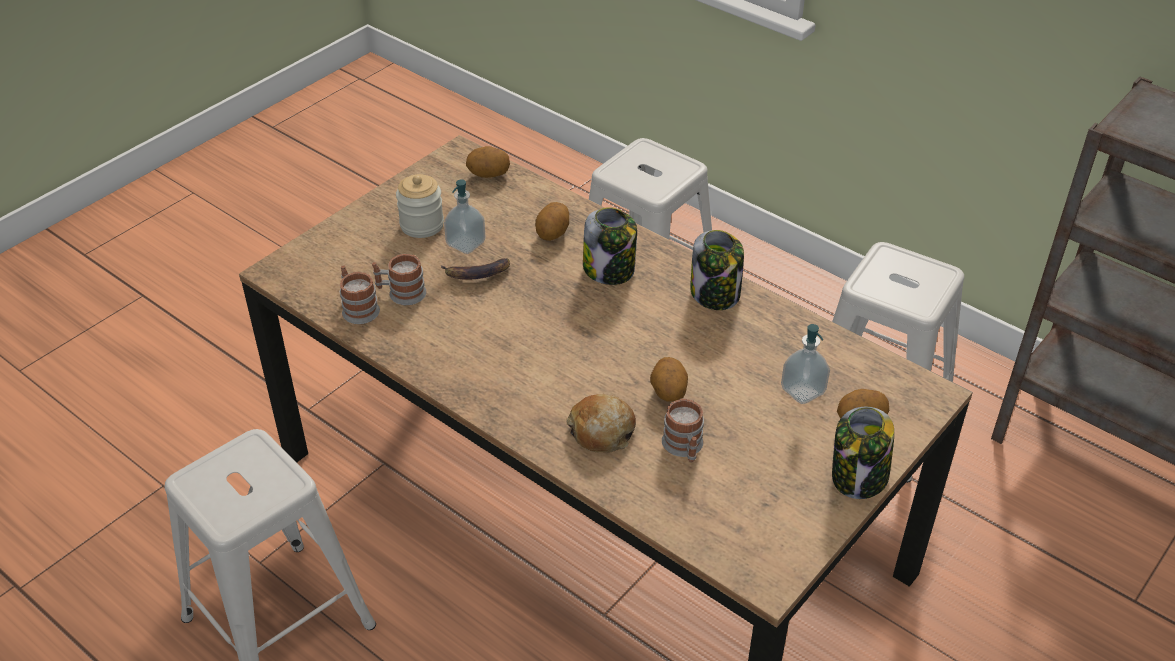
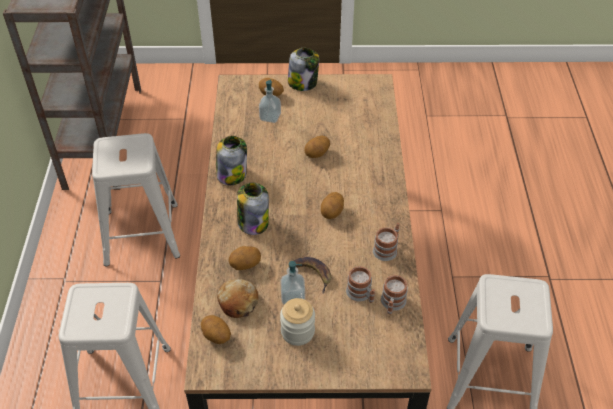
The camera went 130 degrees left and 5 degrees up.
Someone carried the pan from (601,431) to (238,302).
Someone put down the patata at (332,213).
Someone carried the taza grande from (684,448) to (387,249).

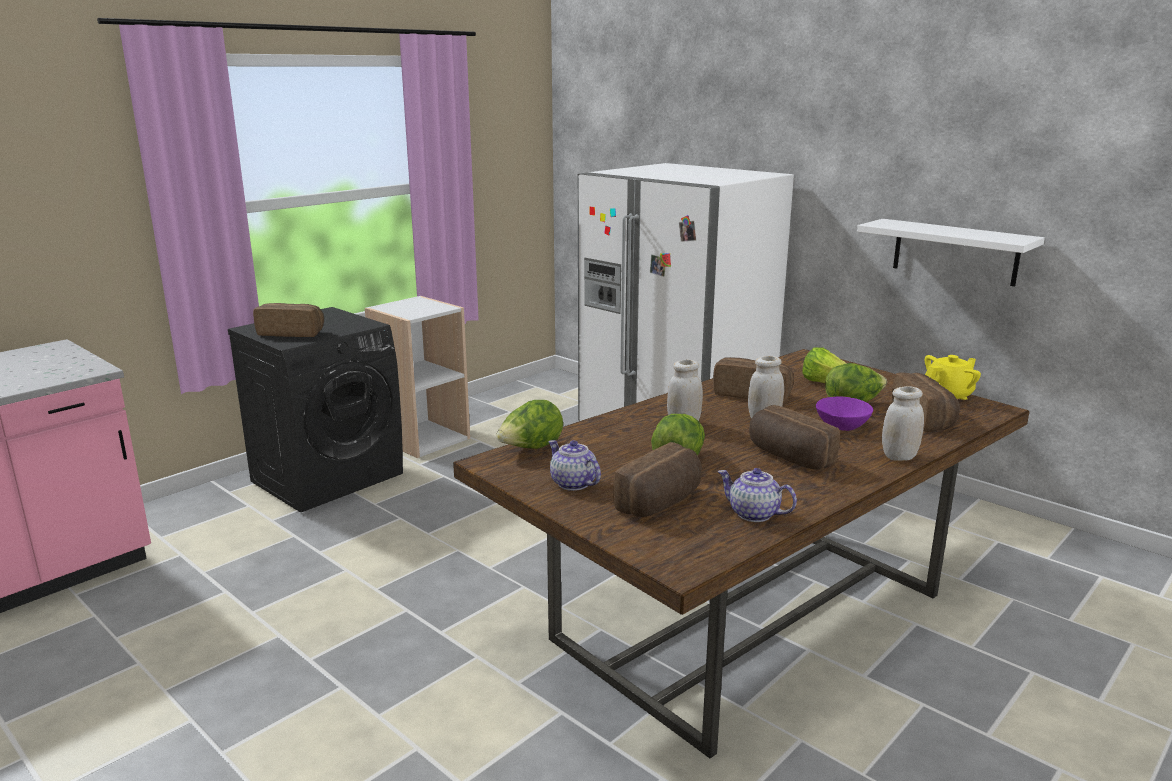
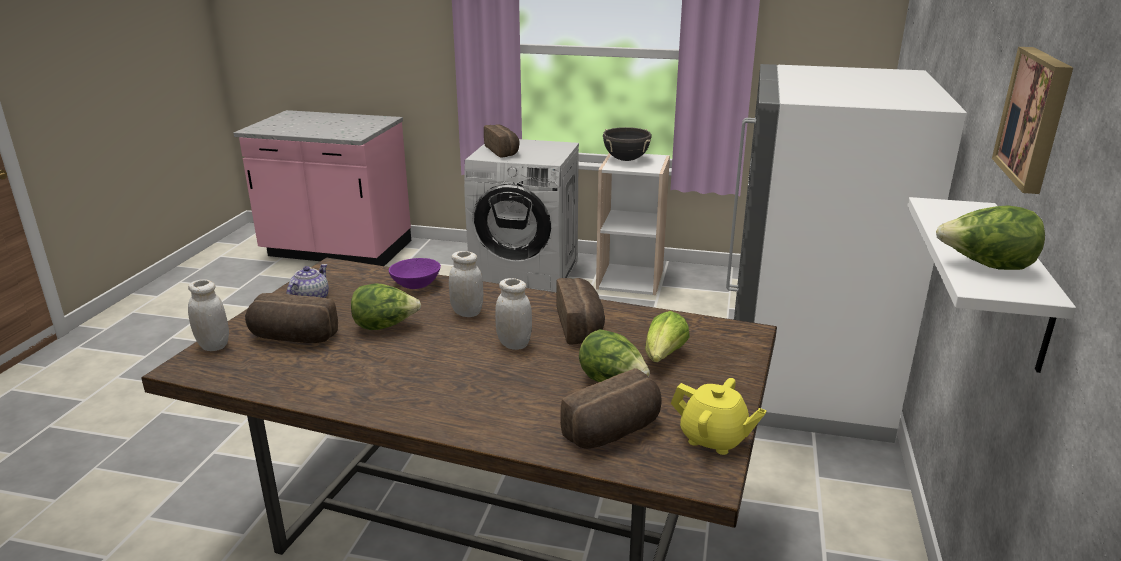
The camera went 60 degrees right and 5 degrees up.
Someone carried the tarro (blanco) from (899,456) to (213,345).
Someone carried the cuenco (morado) from (843,425) to (416,284).
Someone repainted the lavadora (negro) at (328,480), which became the lavadora (blanco) at (526,275).
Someone put down the olla (negro) at (626,159).
Someone carried the lechuga from (530,449) to (985,266).
Someone put up the cuadro at (1036,118).
Someone took away the tetera at (753,514).
Someone took away the pan at (788,457).

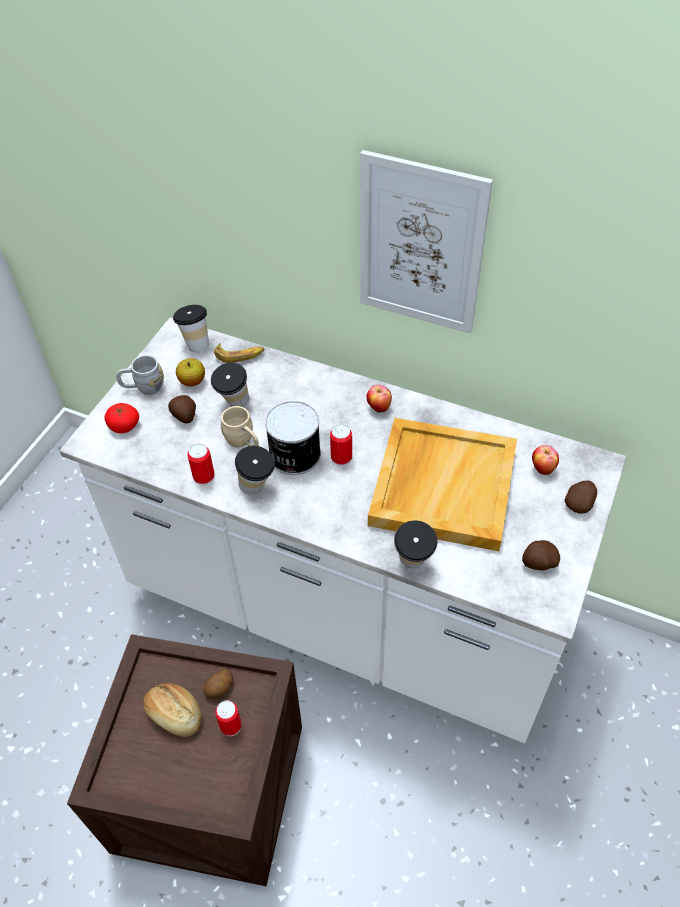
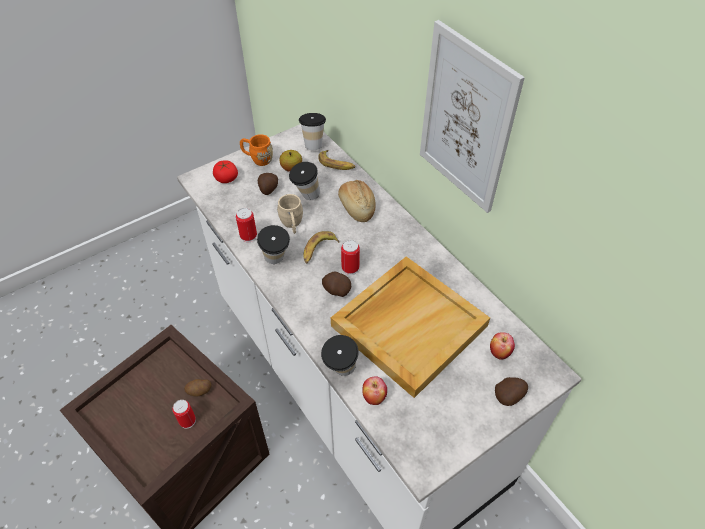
The camera went 30 degrees right and 0 degrees up.
Someone repainted the taza grande (gris) at (143,387), which became the taza grande (naranja) at (257,159).
Someone swapped the lata at (293,455) for the plátano at (318,250).
Someone carried the patata from (538,563) to (336,290).
Someone carried the pan from (174,714) to (357,207).
Someone carried the manzana from (378,408) to (374,397).

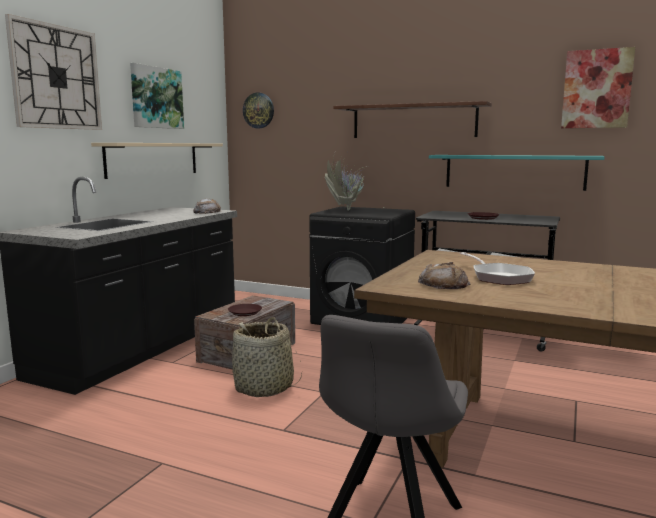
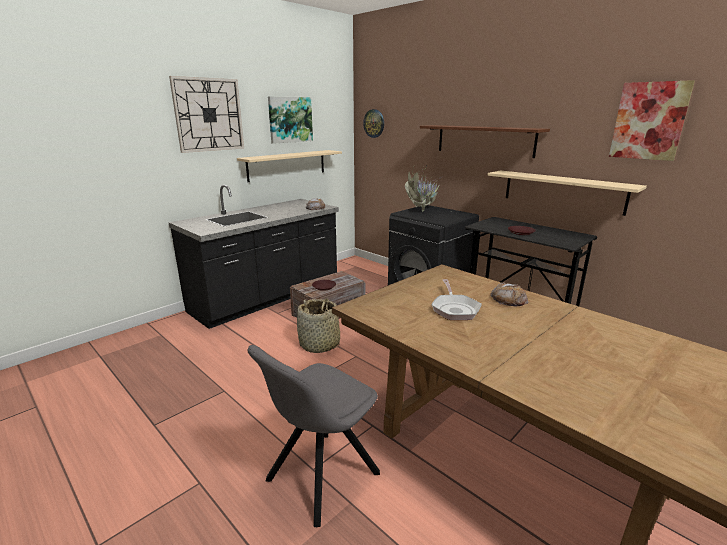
The camera went 20 degrees right and 10 degrees up.
Someone repainted the estante (turquesa) at (514,171), which became the estante (beis) at (562,191).
Someone carried the pan from (443,284) to (509,299).

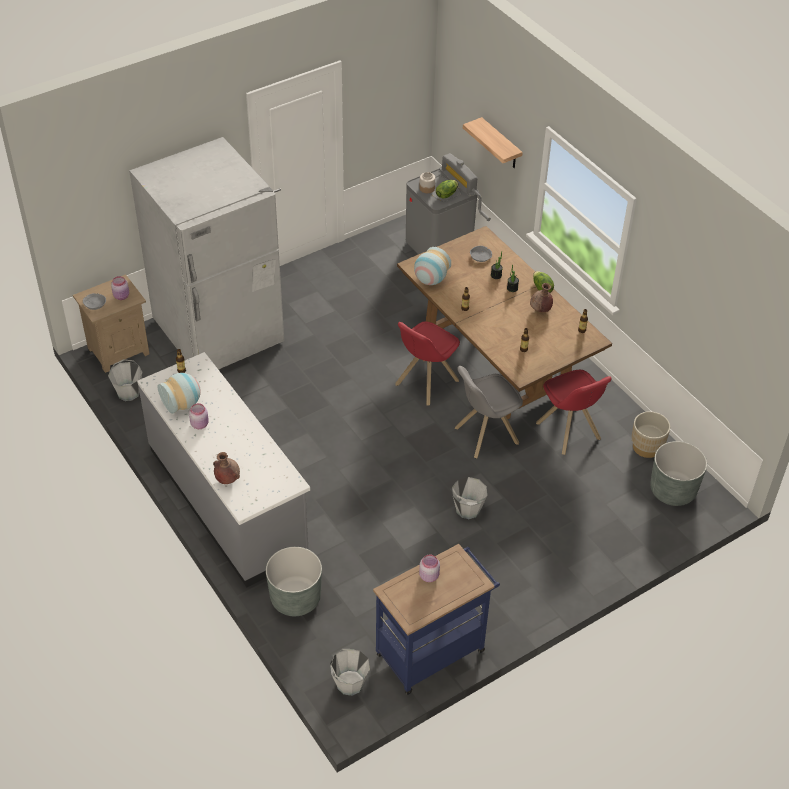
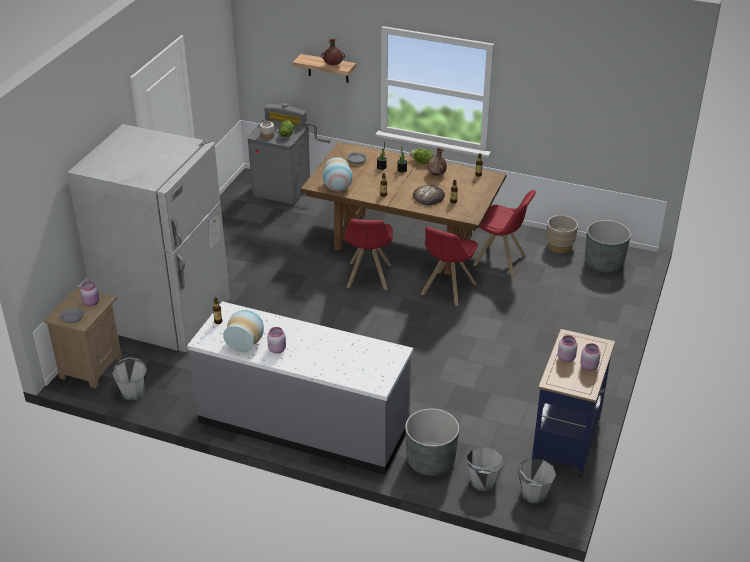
The camera went 35 degrees left and 10 degrees down.
Someone carried the florero (marrón) from (227,479) to (333,65).
Someone put down the pan at (429,197).
Someone repainted the silla (gris) at (485,435), which became the silla (rojo) at (447,289).
Someone carried the cubo (gris) from (467,509) to (483,481).
Someone put down the tarro (rosa) at (589,366).

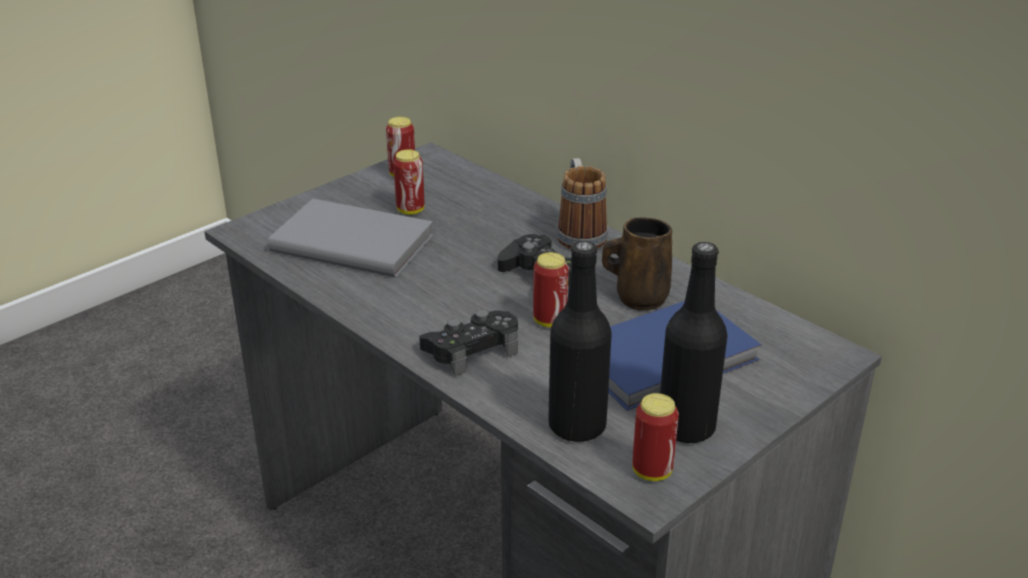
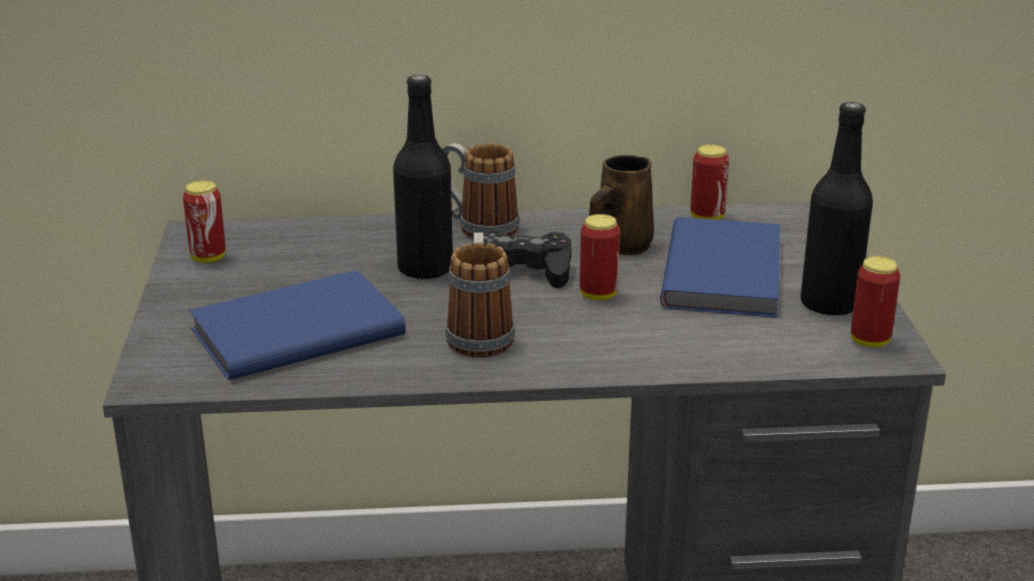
The camera went 50 degrees left and 5 degrees down.
Someone repainted the libro (gris) at (352,241), which became the libro (azul) at (293,331).
Someone carried the botella (negro) from (577,426) to (425,269).
Someone put down the taza grande at (480,334).
Someone carried the lata from (410,210) to (707,218).
Someone took away the mando de consola (negro) at (471,349).

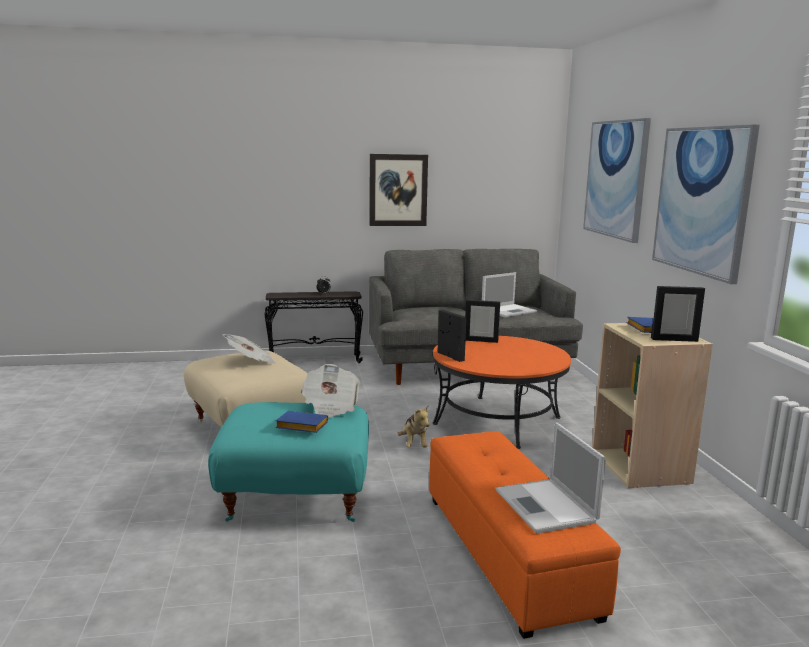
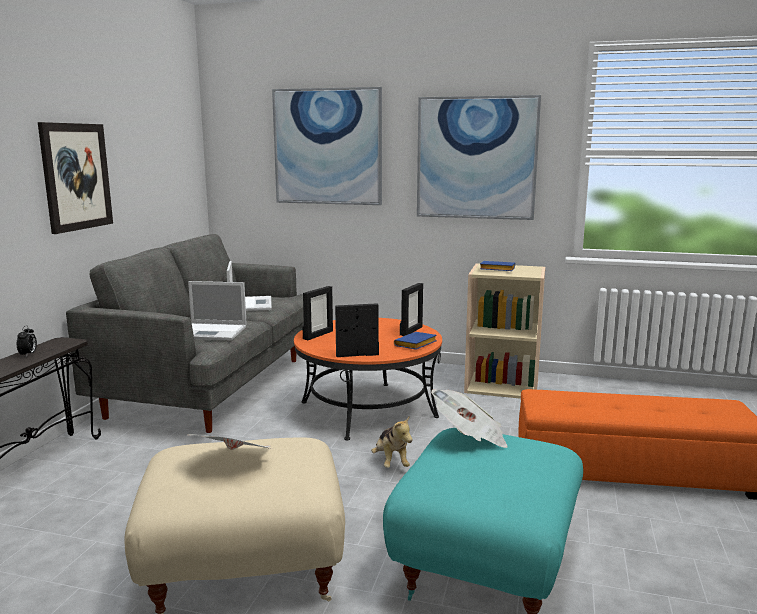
The camera went 65 degrees left and 0 degrees up.
Someone carried the portátil from (547,507) to (212,332).
Someone rotated the peluche at (413,444) by 60 degrees clockwise.
Someone carried the libro (azul) from (300,426) to (415,345).
Someone carried the portarretratos from (674,339) to (411,331).

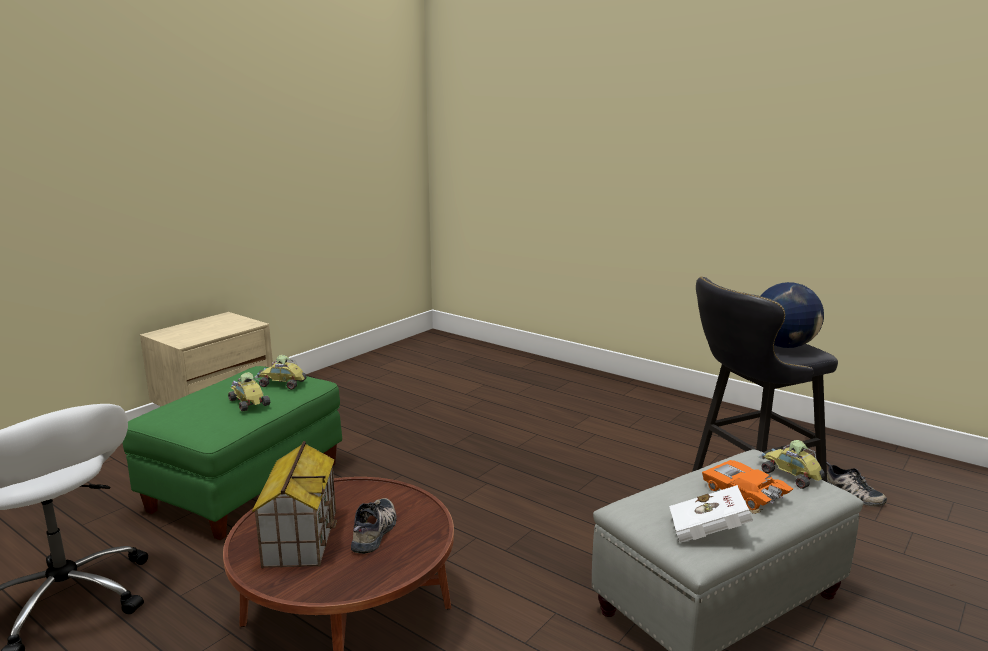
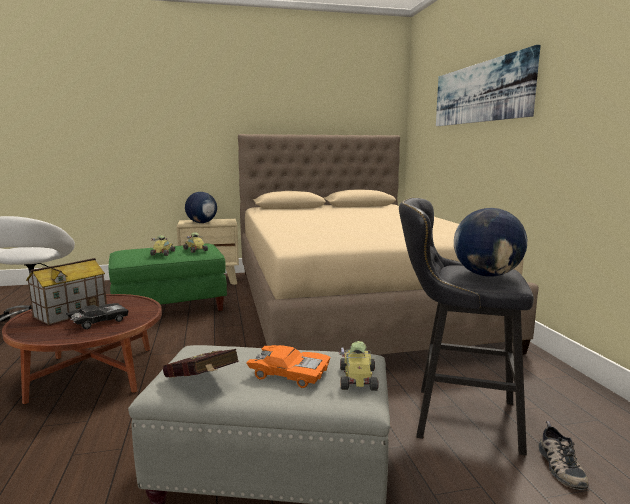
The camera went 40 degrees right and 5 degrees down.
Someone swapped the zapato at (375,532) for the coche de juguete (negro) at (98,321).
Someone repainted the libro (blanco) at (711,533), which became the libro (rojo) at (202,383).
Someone put down the globo terráqueo at (201,223).
Someone put down the cama (beis) at (351,304).
Someone rotated the coche de juguete (naranja) at (744,493) by 105 degrees clockwise.
Someone put up the cuadro at (480,93).

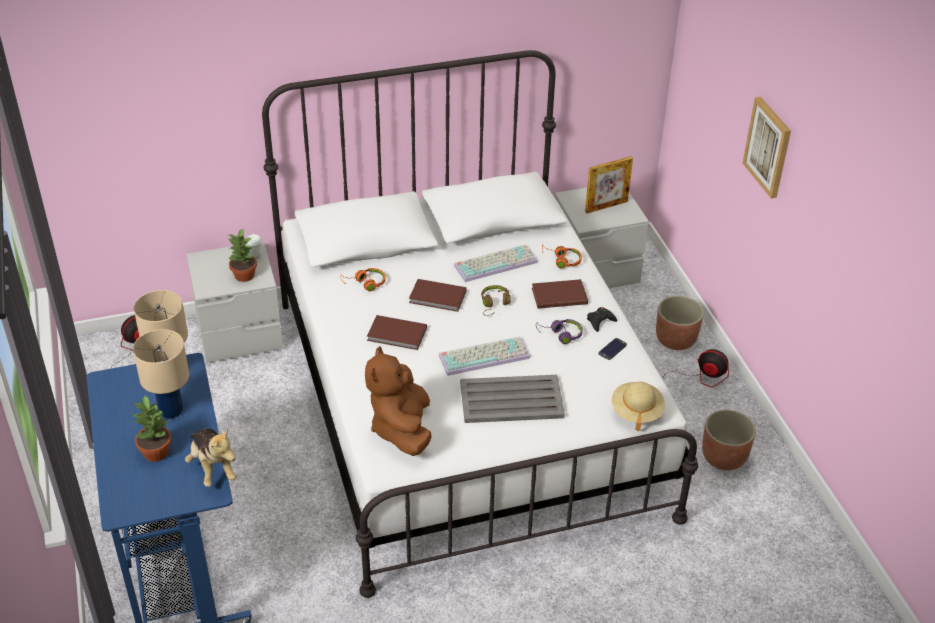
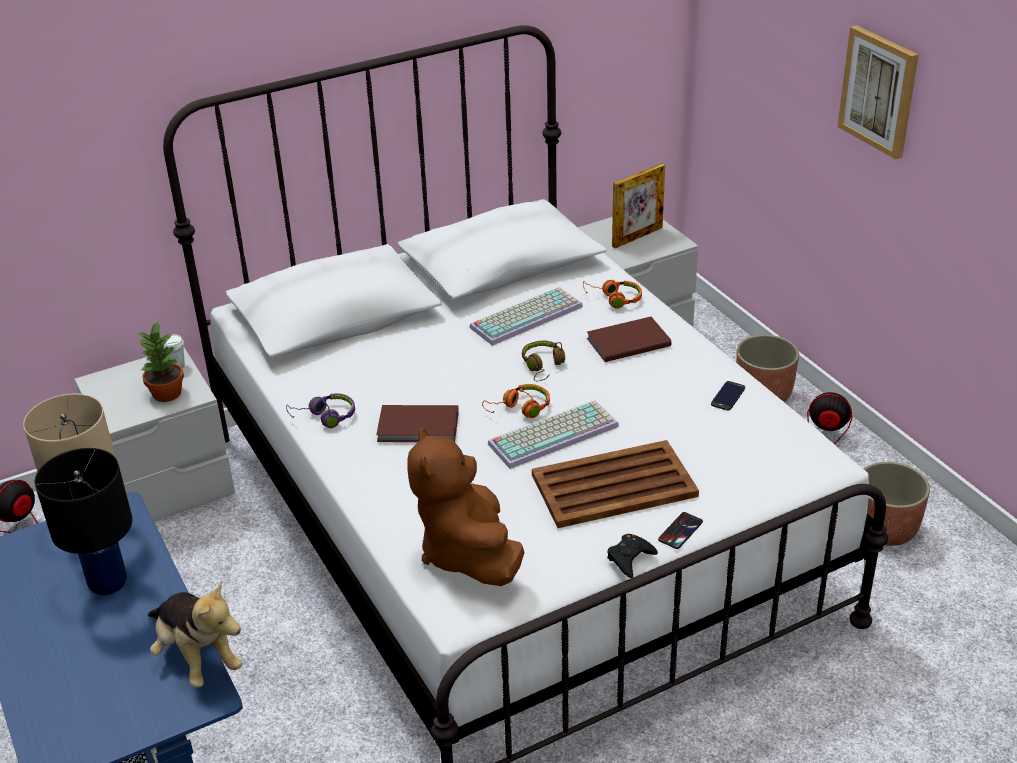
The camera went 10 degrees left and 5 degrees down.
Someone repainted the lámpara de mesa (beis) at (172,411), which became the lámpara de mesa (negro) at (110,582).
Someone carried the auriculares (morado) from (560,335) to (324,417).
Someone carried the auriculares (naranja) from (365,283) to (520,409).
Someone repainted the bandeja (gris) at (512,400), which became the bandeja (marrón) at (615,485).
Someone carried the mando de consola (negro) from (600,321) to (630,558).
Someone put down the móvil at (680,531).
Someone took away the planta en maceta at (155,452).
Someone took away the libro (marrón) at (438,298).
Someone took away the sombrero (beis) at (636,411).

